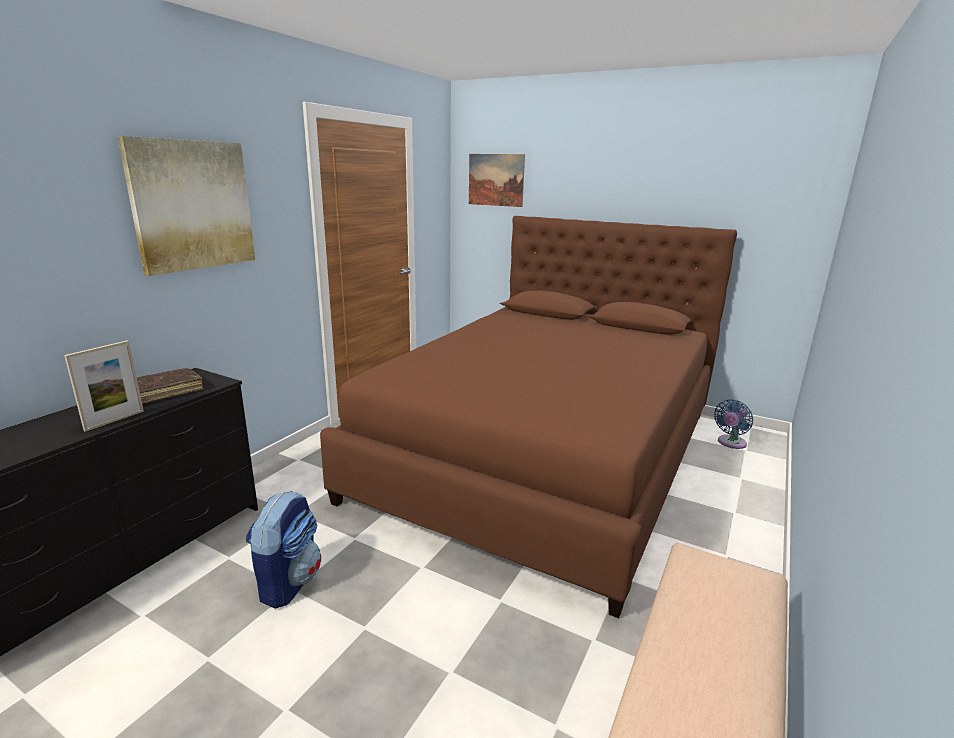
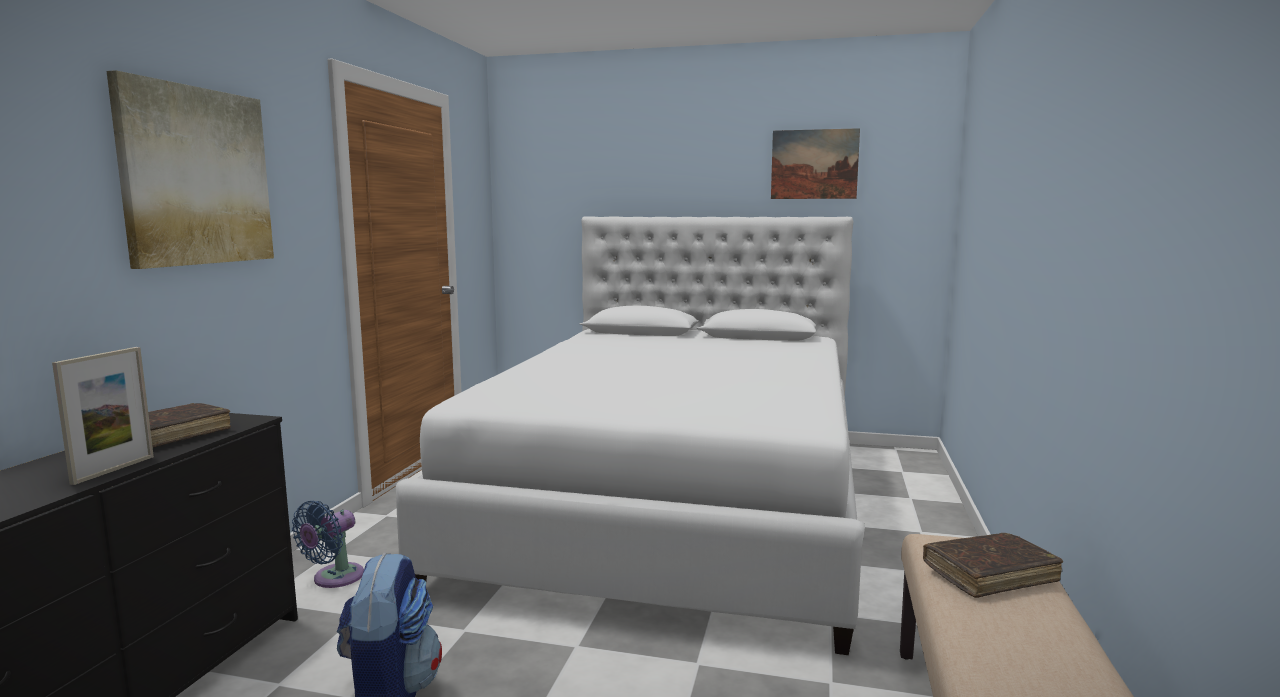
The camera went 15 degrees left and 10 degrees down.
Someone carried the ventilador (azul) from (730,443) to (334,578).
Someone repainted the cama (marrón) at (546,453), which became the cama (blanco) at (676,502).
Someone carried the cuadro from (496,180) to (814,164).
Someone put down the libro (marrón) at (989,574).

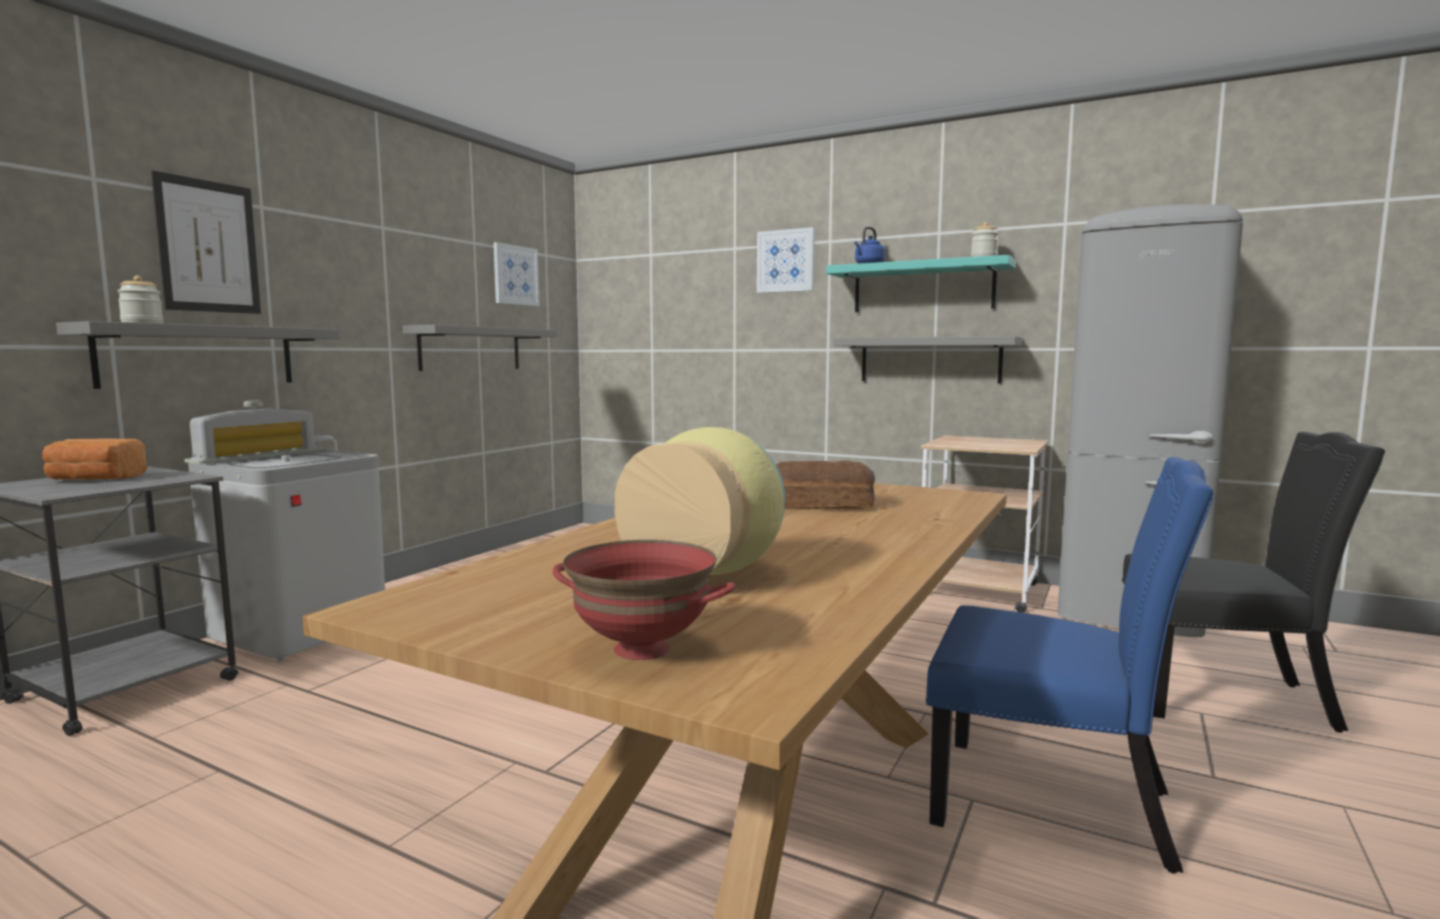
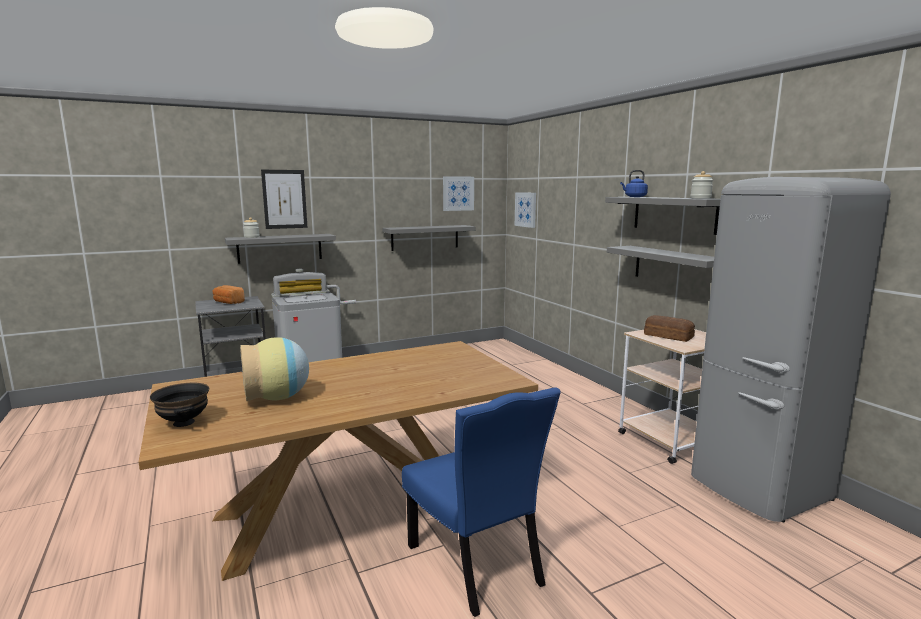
The camera went 35 degrees right and 5 degrees up.
Someone repainted the cuenco (rojo) at (640,649), which became the cuenco (negro) at (183,422).
Someone carried the cuadro from (786,261) to (526,209).
Someone repainted the estante (turquesa) at (923,288), which became the estante (gris) at (674,214).
Someone carried the pan from (820,504) to (668,336).
Someone took away the silla (negro) at (1220,697).

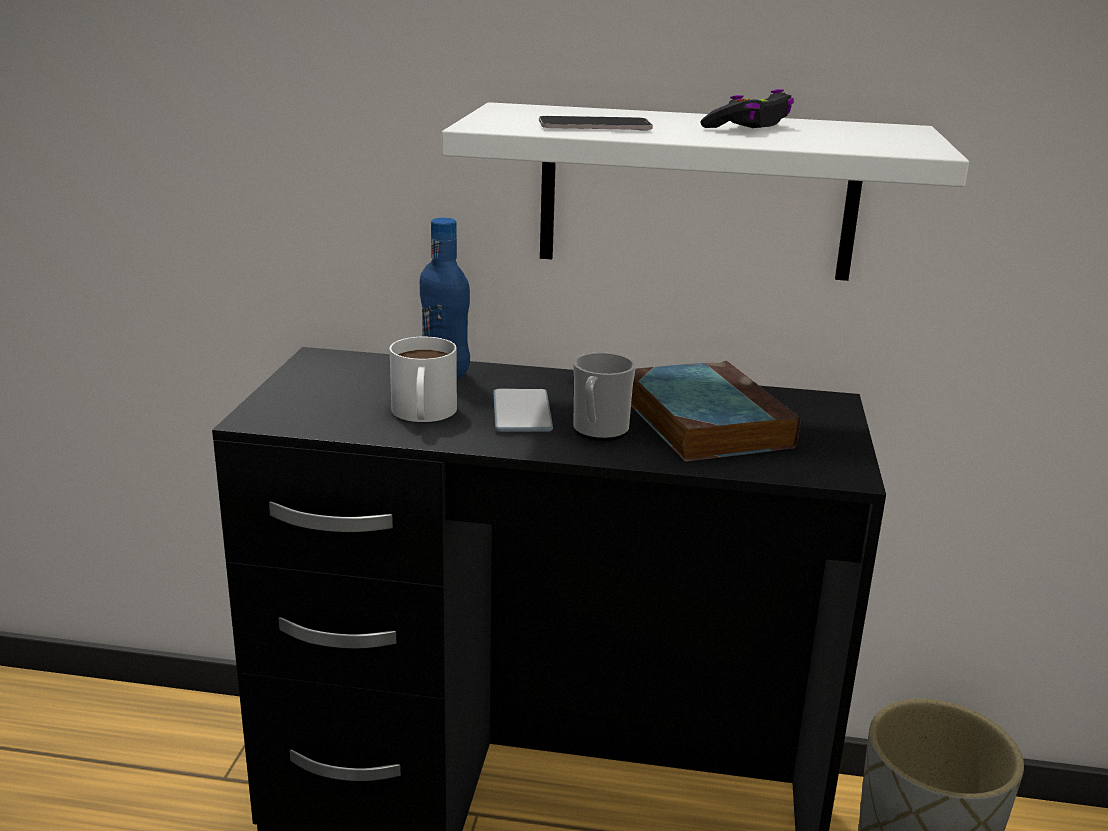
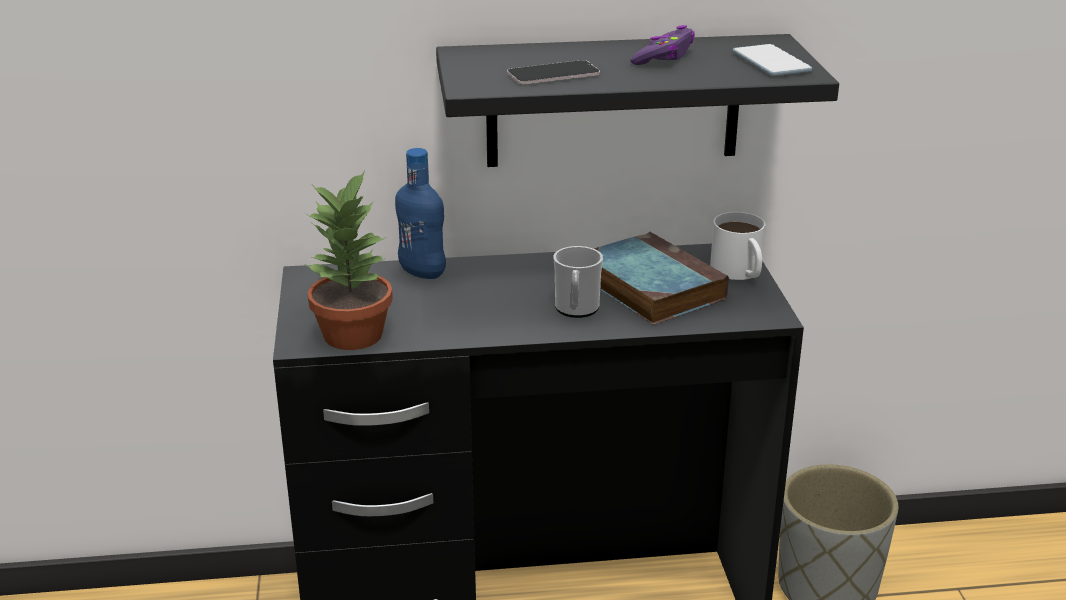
The camera went 15 degrees left and 5 degrees up.
Someone put down the planta en maceta at (355,335).
Someone repainted the estante (blanco) at (697,193), which became the estante (negro) at (613,101).
Someone repainted the mando de consola (negro) at (749,126), which became the mando de consola (morado) at (664,57).
Someone carried the taza grande (blanco) from (423,414) to (740,273).
Someone carried the móvil from (522,413) to (771,62).

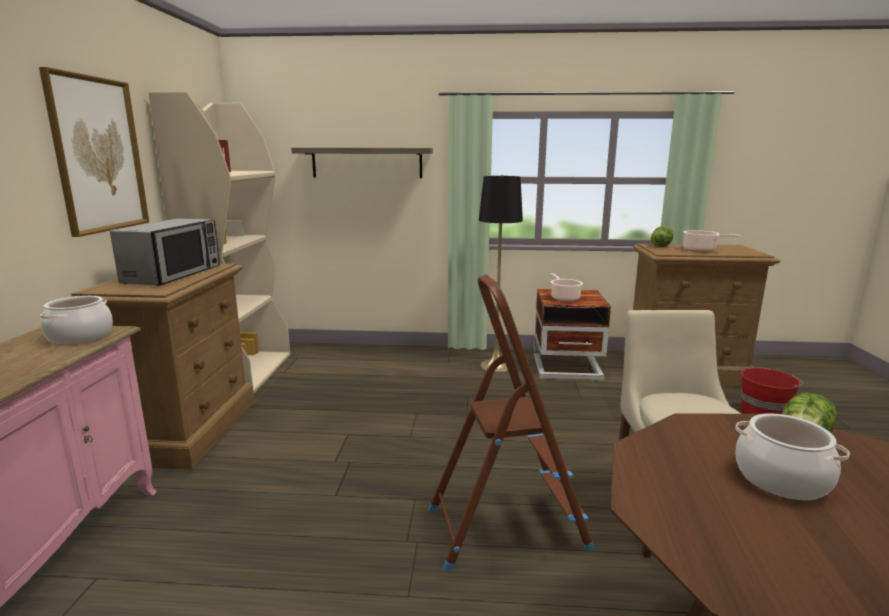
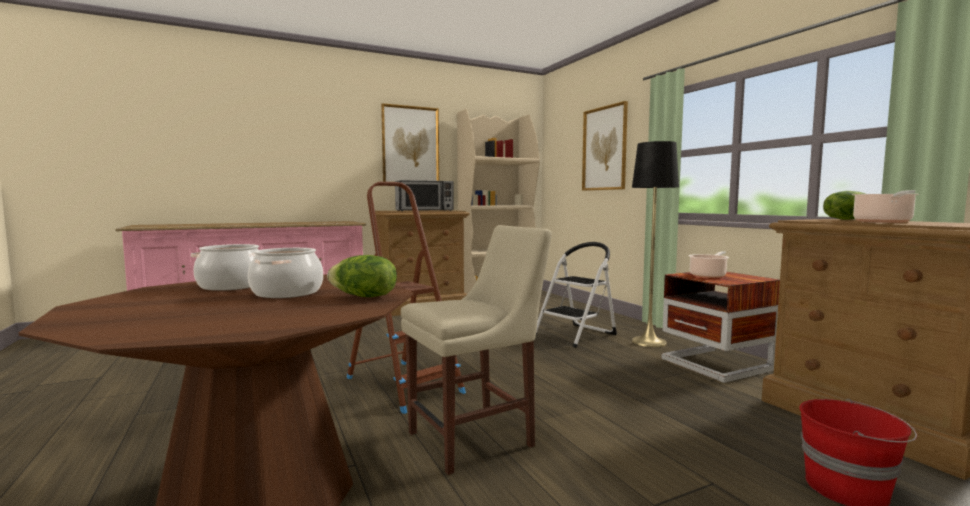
The camera went 60 degrees right and 10 degrees down.
Someone carried the olla from (80,336) to (232,286).
Someone put down the escalera de tijera at (577,335).
Someone swapped the estante at (367,163) for the cuadro at (604,148).

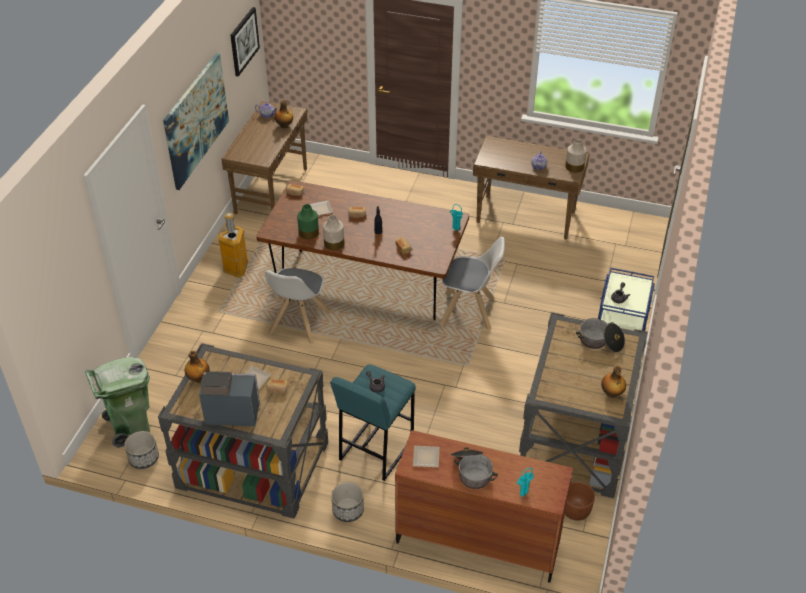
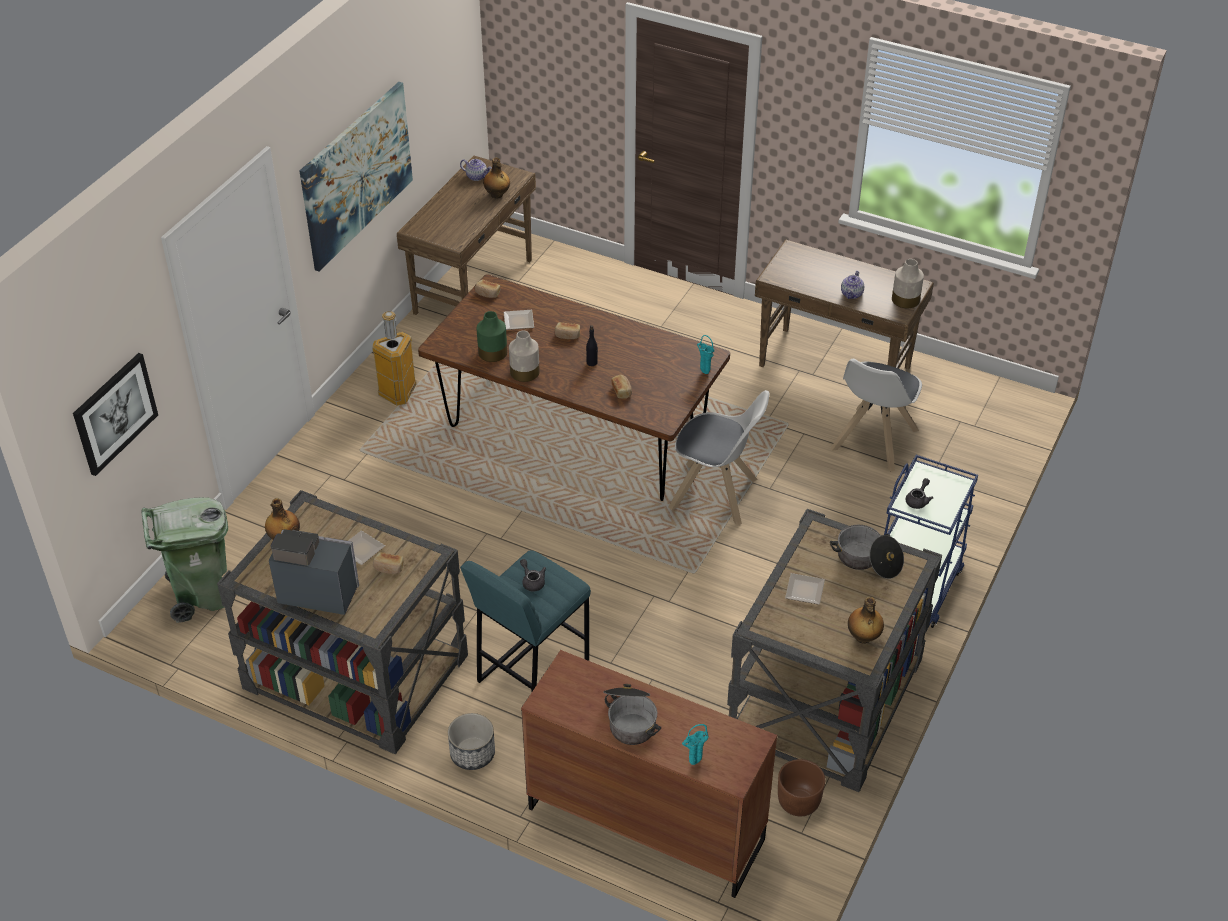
The camera went 10 degrees right and 0 degrees up.
Someone carried the cuadro from (244,41) to (114,413).
Someone carried the plato from (427,457) to (806,590).
Someone carried the silla from (298,323) to (873,441).
Someone took away the maceta at (143,458).

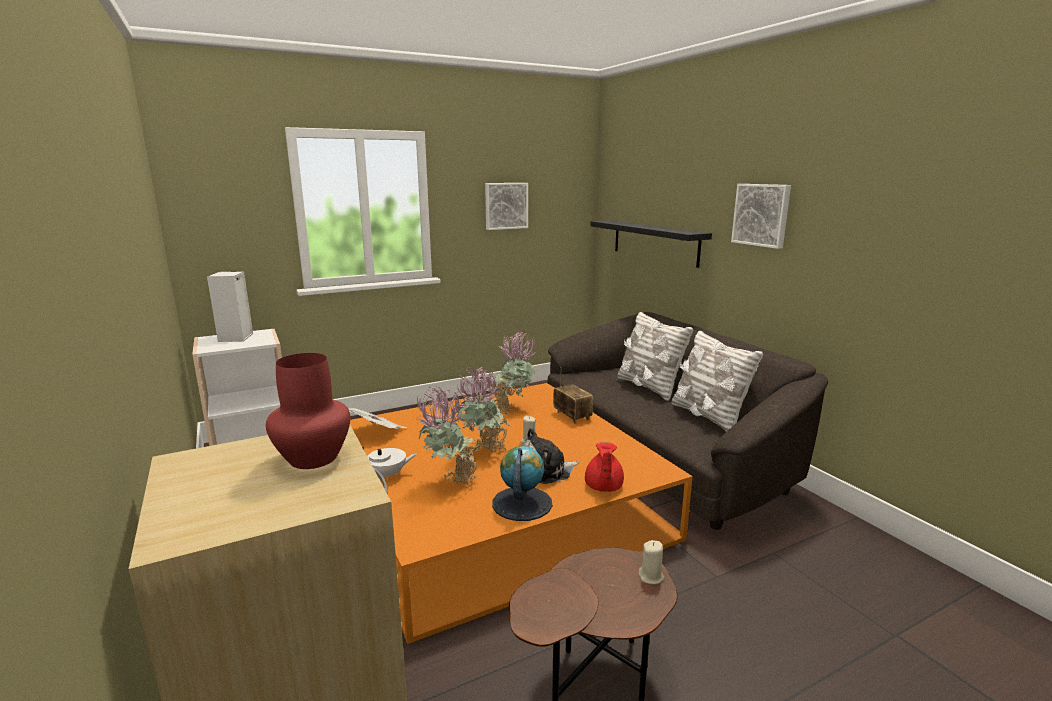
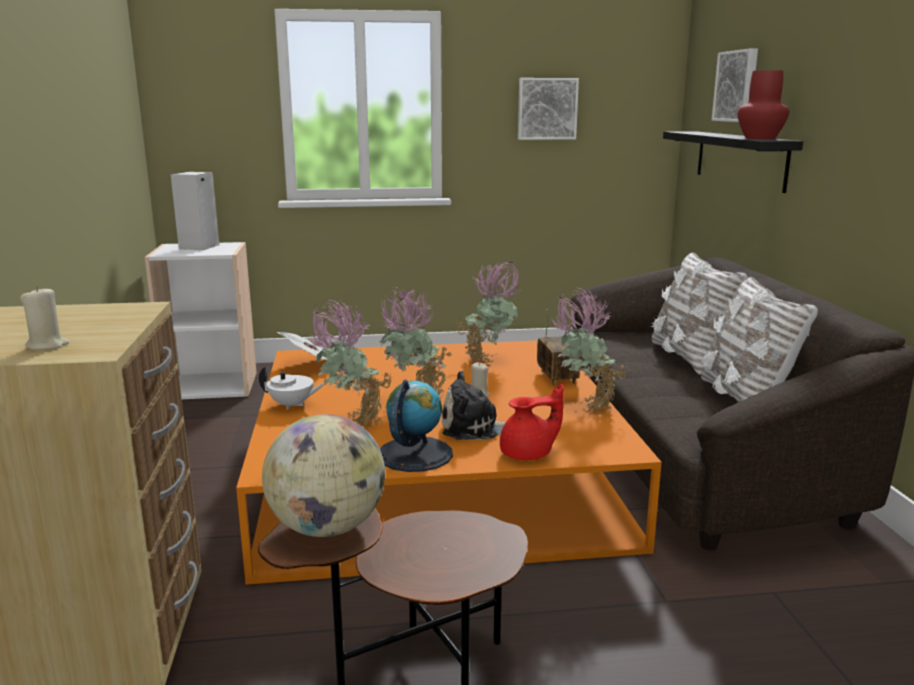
The camera went 20 degrees right and 0 degrees up.
Someone carried the vela (beis) from (651,577) to (47,345).
Someone put down the globo terráqueo at (328,528).
Someone rotated the tetera (rojo) at (603,487) by 135 degrees counterclockwise.
Someone put down the planta en maceta at (585,407).
Someone carried the cuadro from (762,215) to (737,86).
Someone carried the florero (rojo) from (314,457) to (760,138).

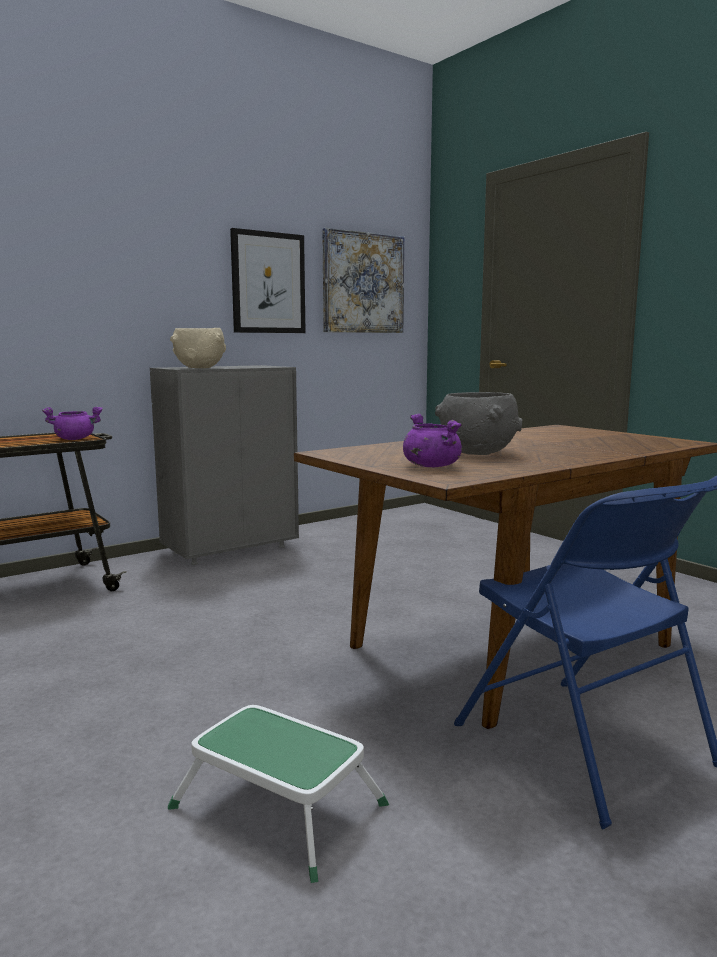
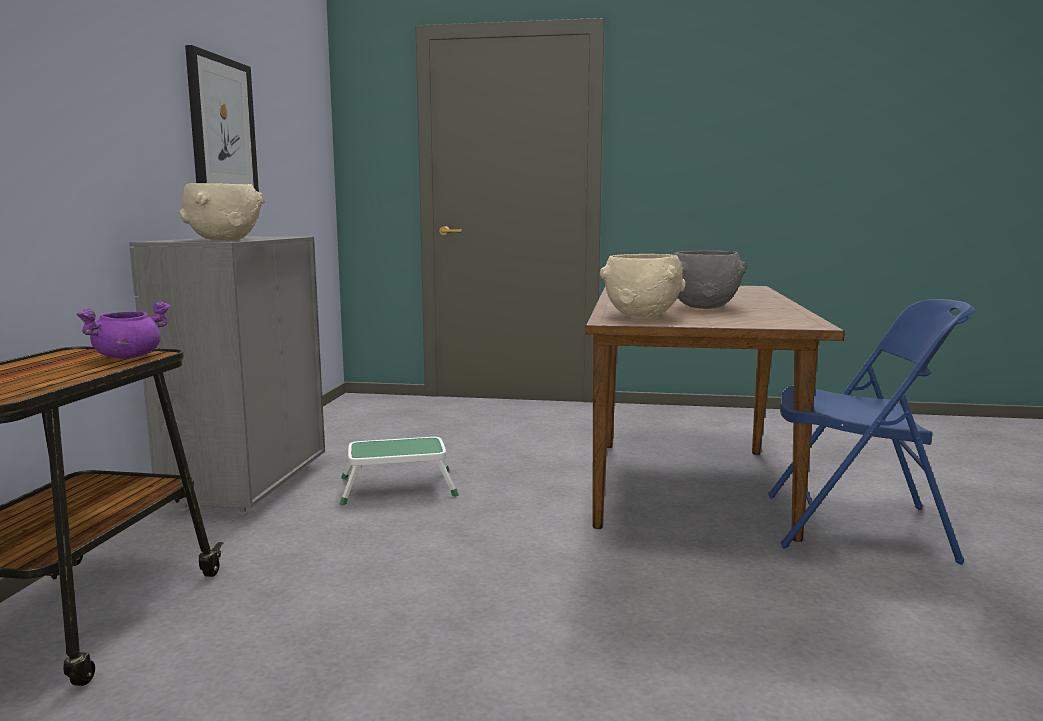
The camera went 45 degrees left and 0 degrees up.
Someone carried the escalera de tijera (verde) from (279,805) to (398,486).
Someone put down the cuenco (beis) at (642,315).
Someone took away the cuadro at (363,283).
Someone took away the olla (morado) at (431,466).

